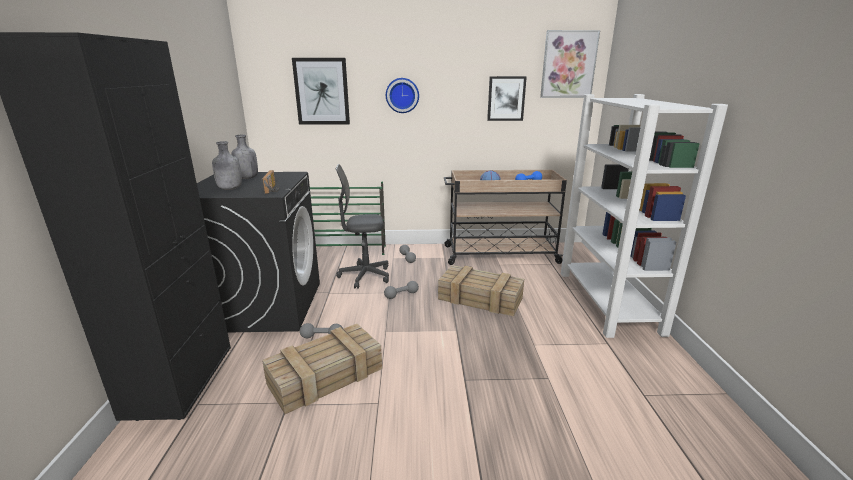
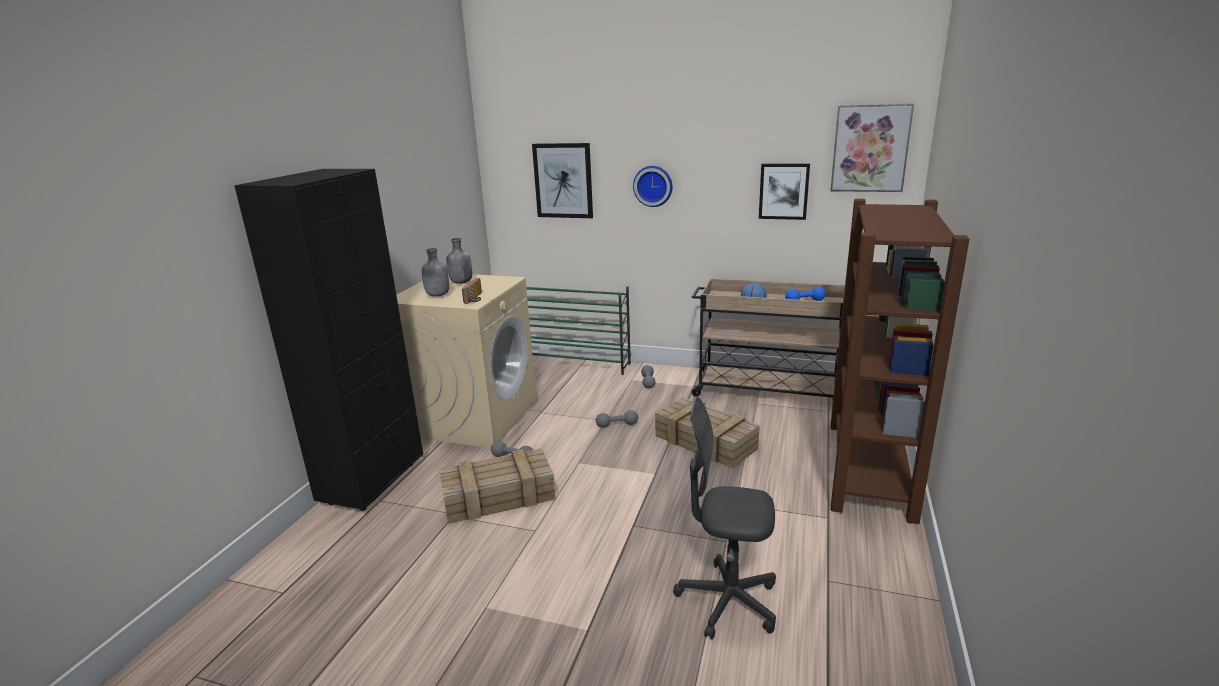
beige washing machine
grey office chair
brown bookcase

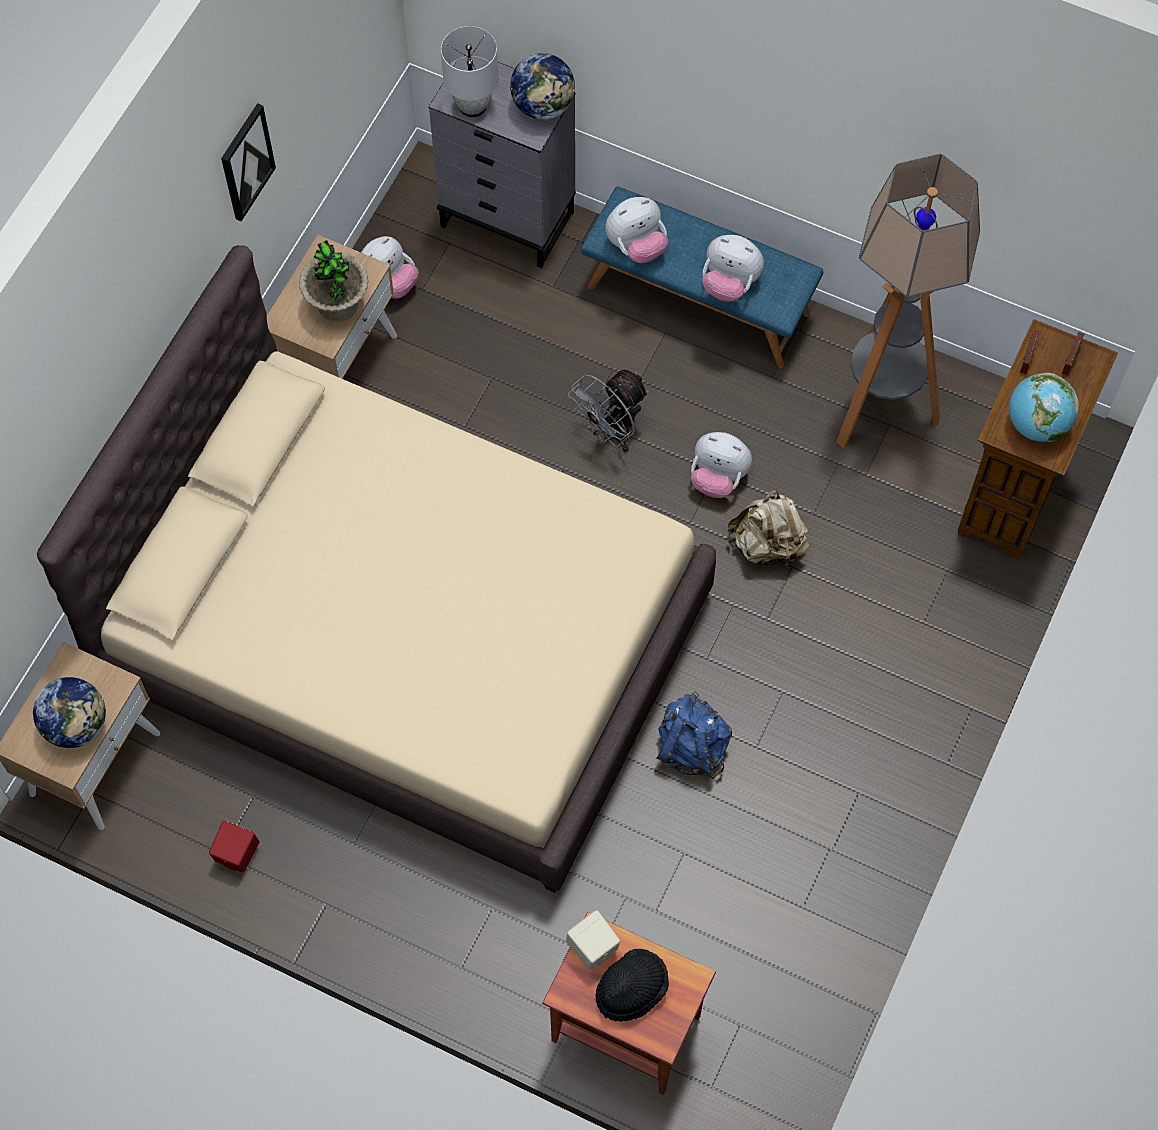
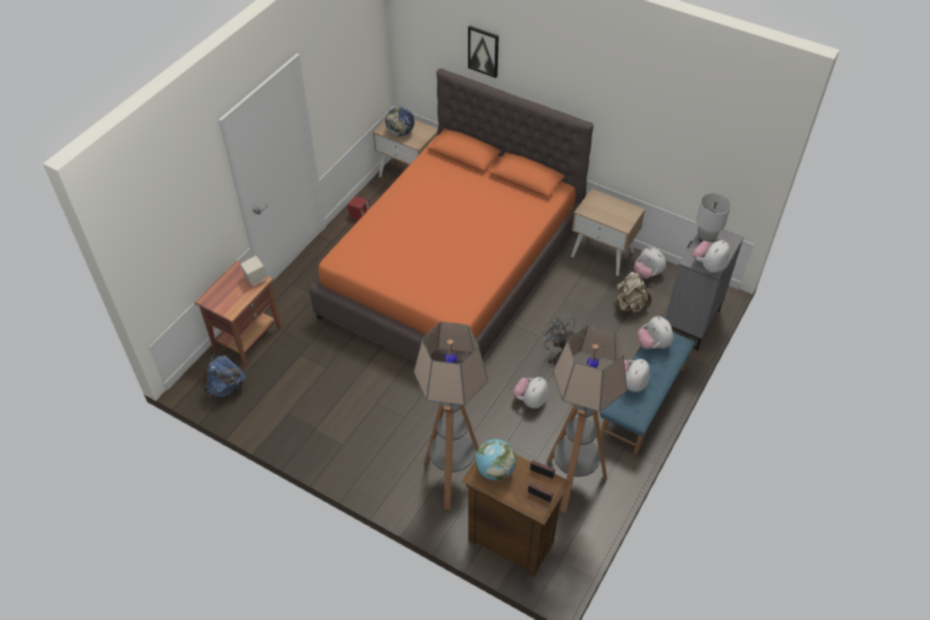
orange bed
picture
potted plant
plush toy (5th from left)
black hat
blue backpack
beige backpack
floor lamp (1st from left)

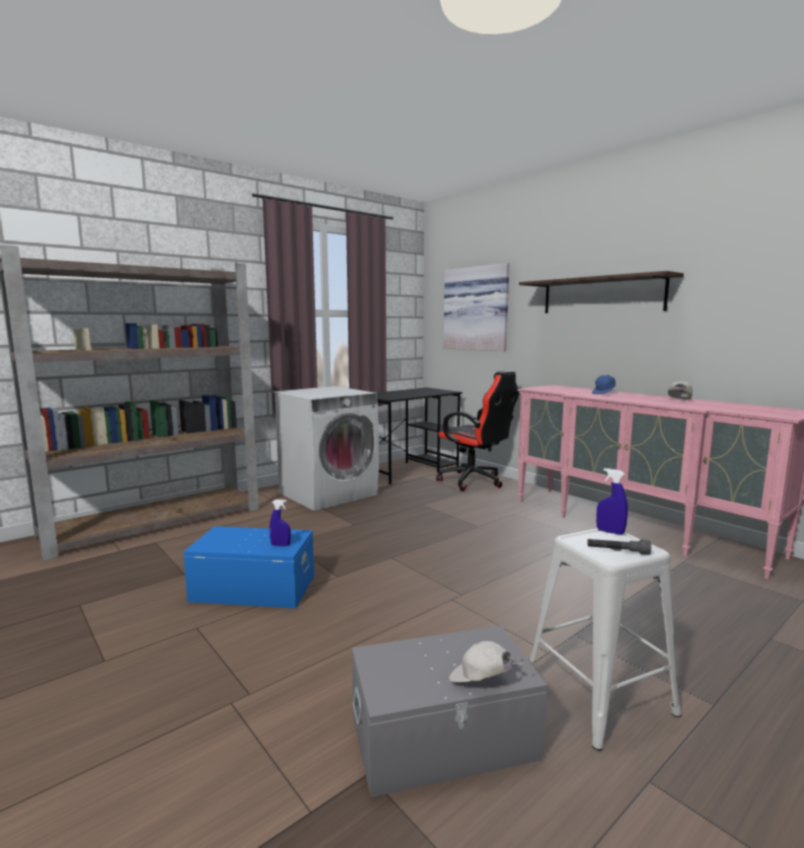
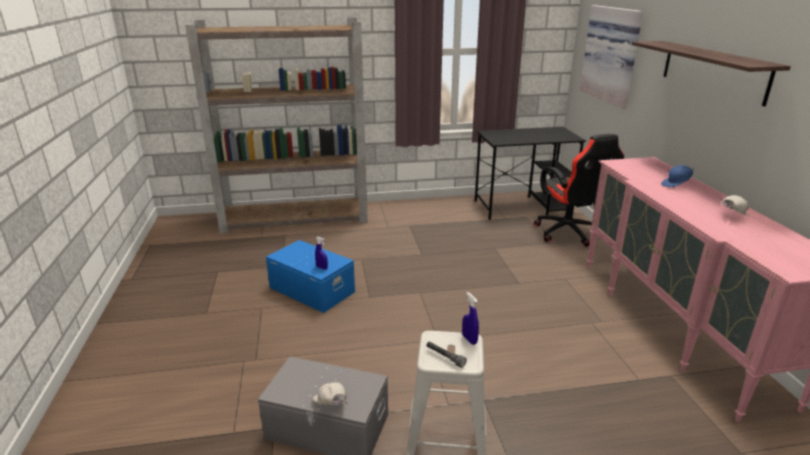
white washing machine

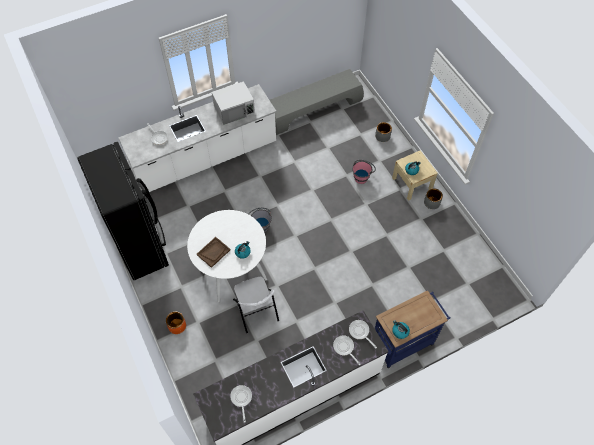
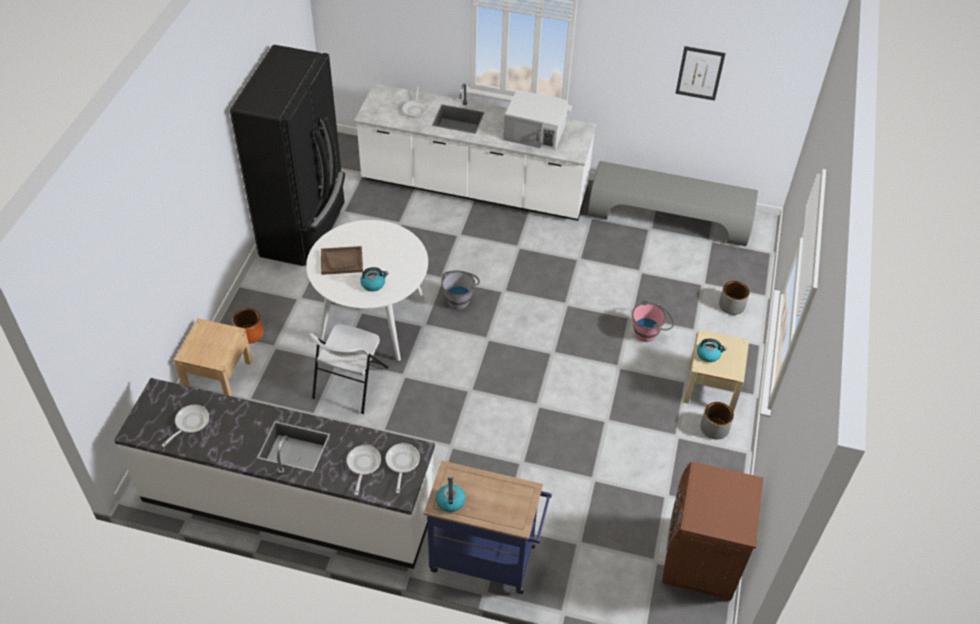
beige nightstand (1st from left)
brown washing machine
picture

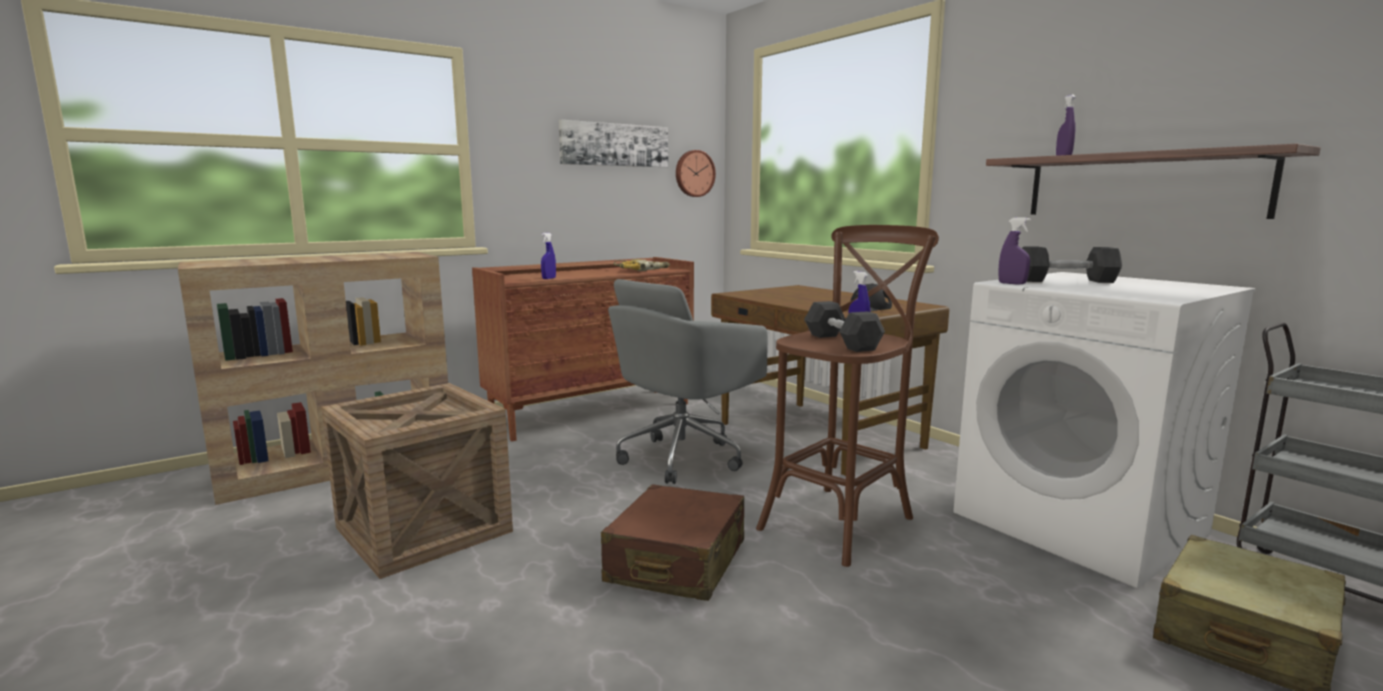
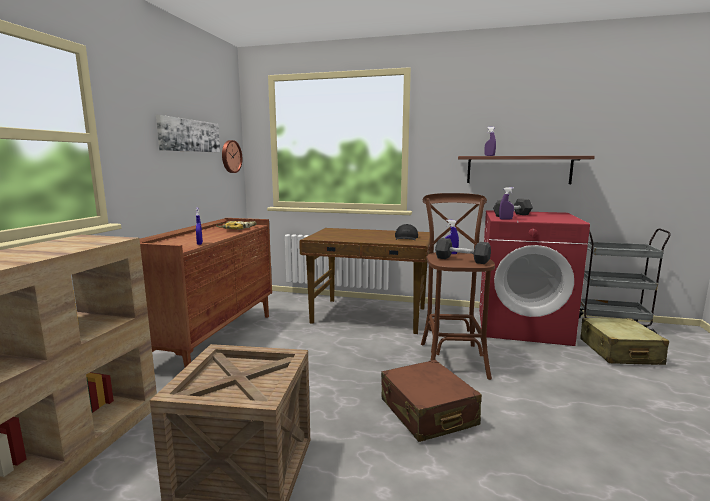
grey office chair
red washing machine

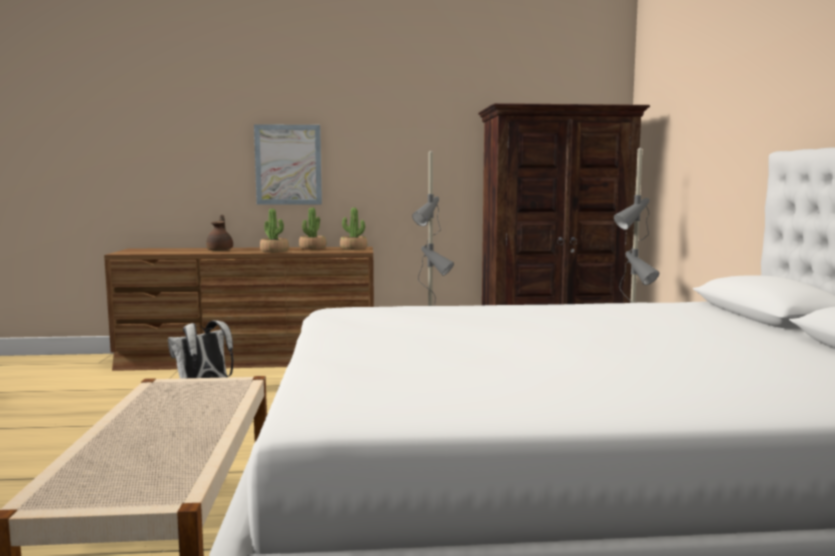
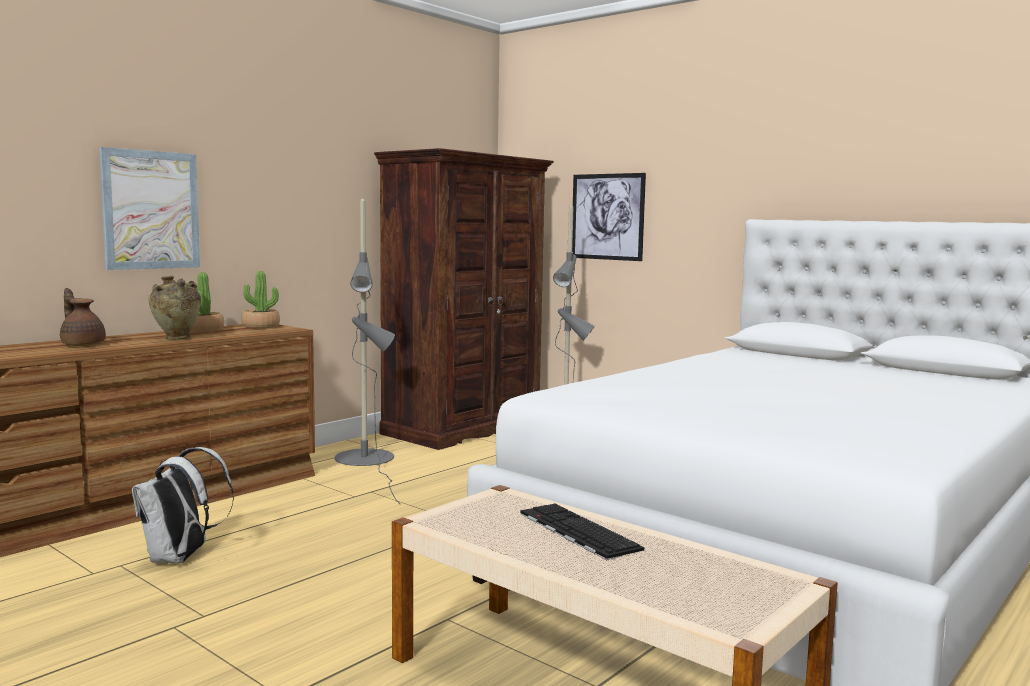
beige vase
keyboard
picture (2nd from left)

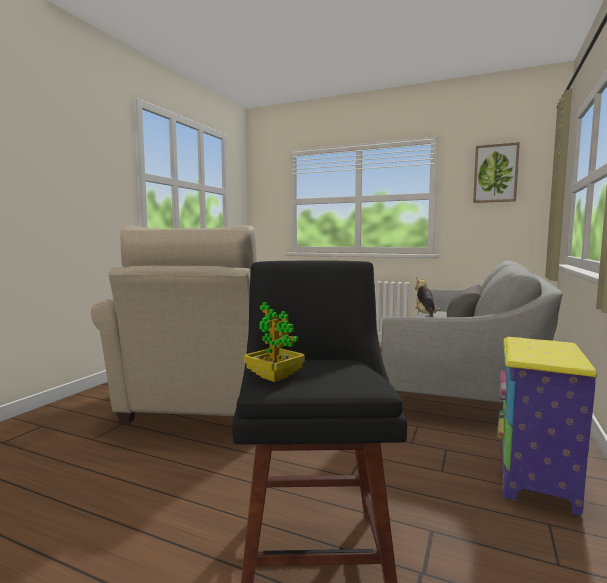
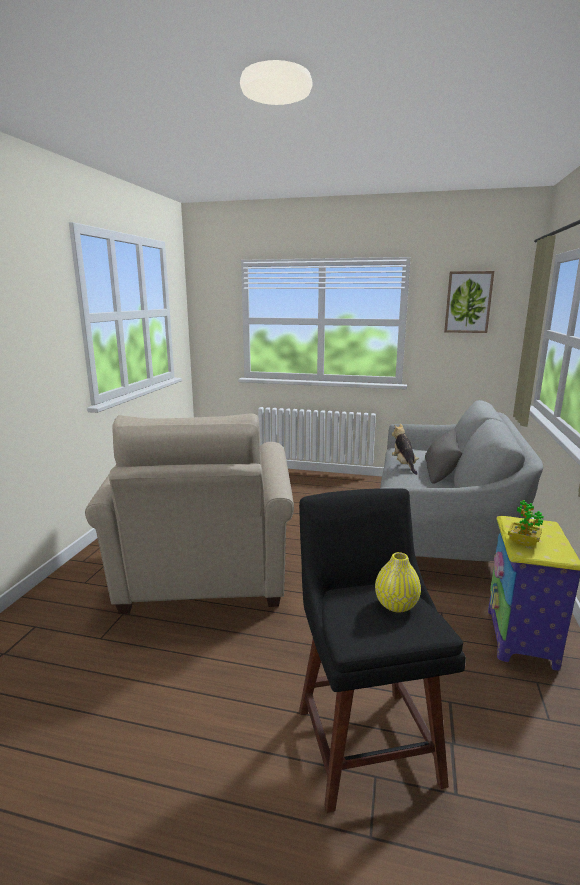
potted plant
yellow vase

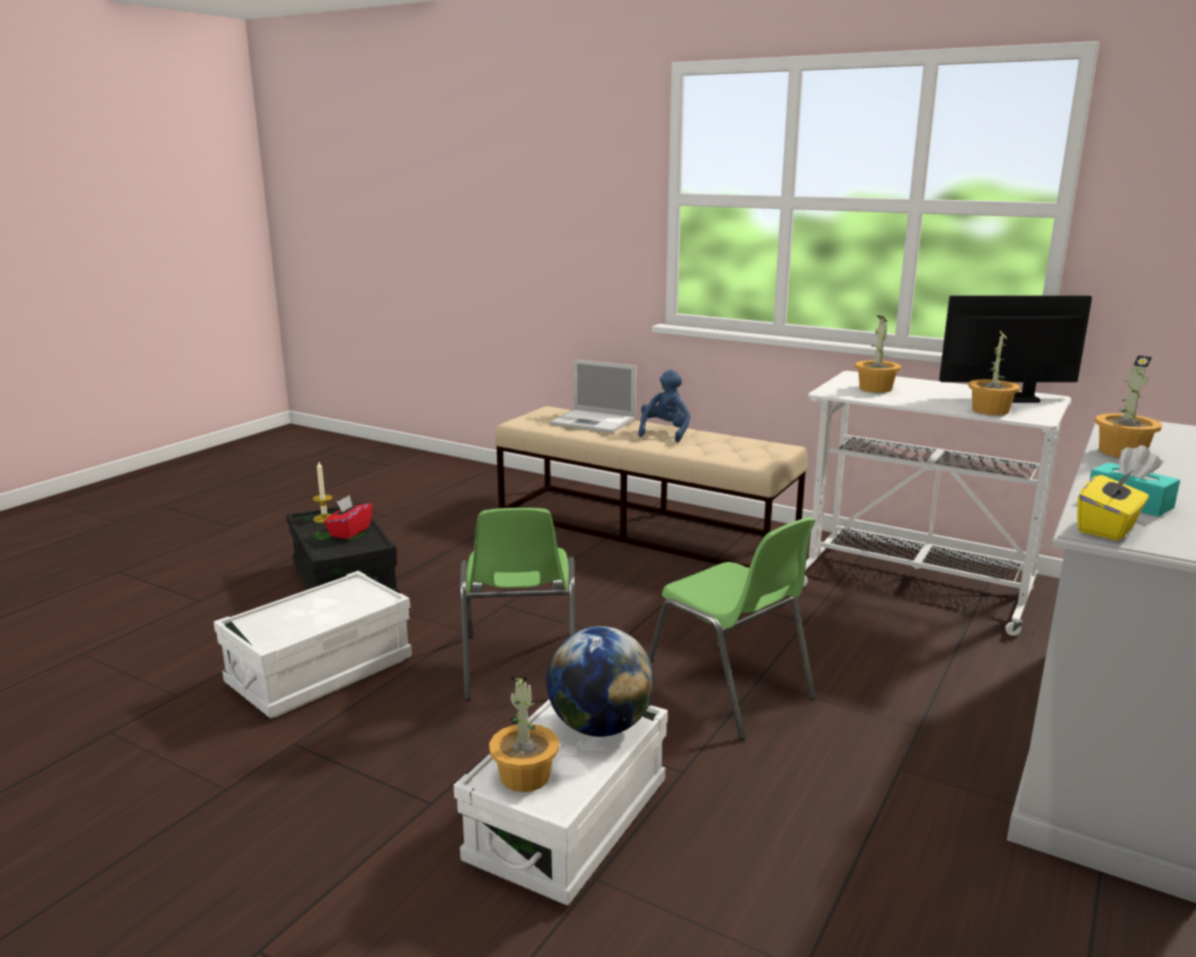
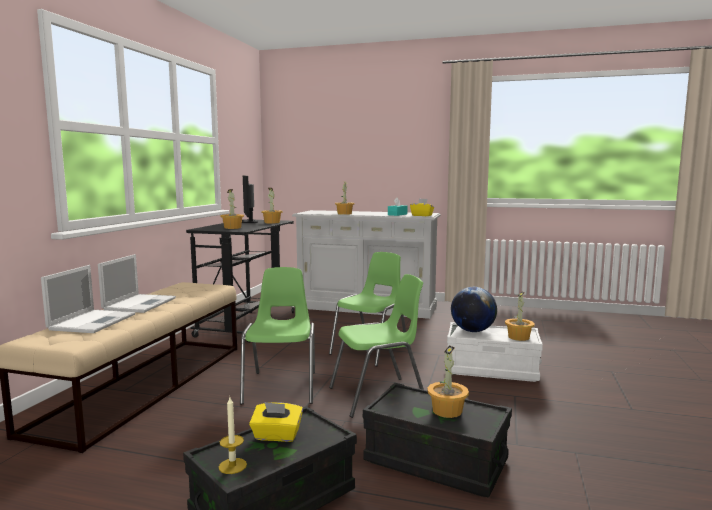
black storage box (2nd from left)
yellow tissue box (1st from left)
laptop (2nd from left)
black desk
green chair (1st from left)
potted plant (4th from left)

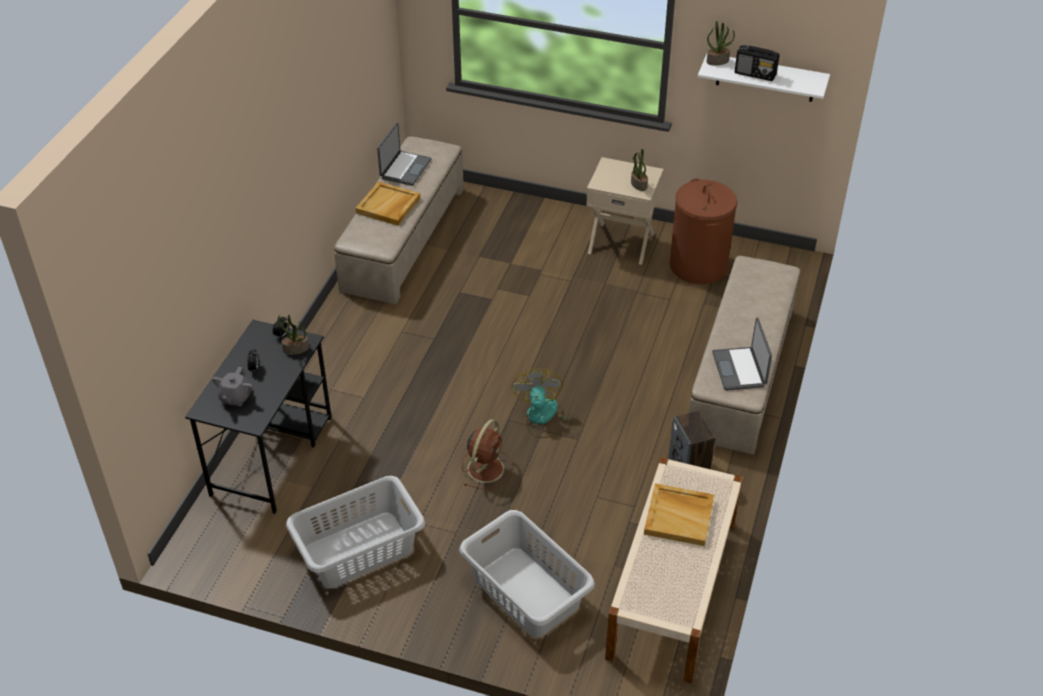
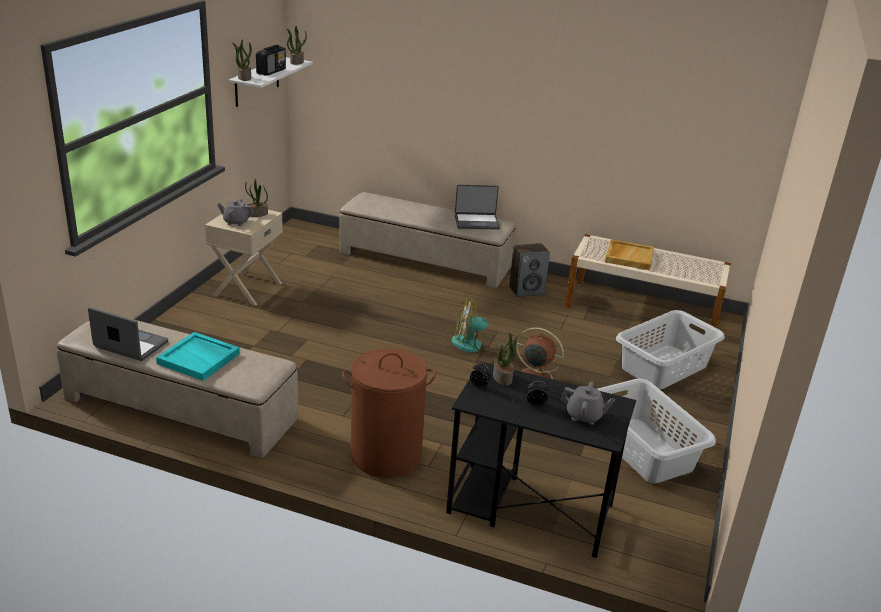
turquoise tray
brown laundry basket
grey teapot (1st from left)
potted plant (3rd from left)

